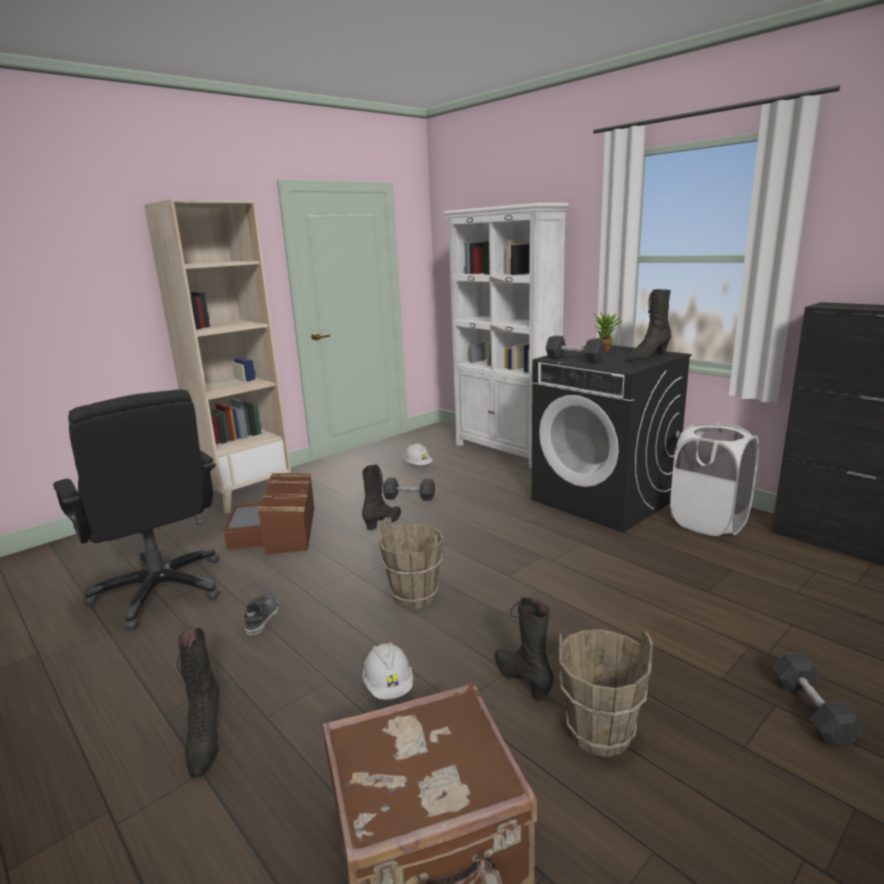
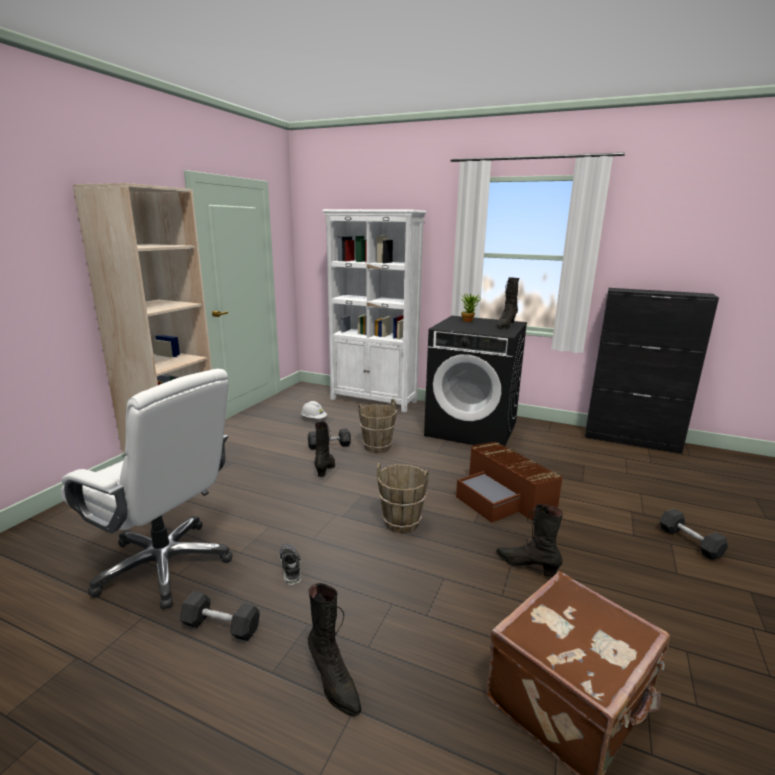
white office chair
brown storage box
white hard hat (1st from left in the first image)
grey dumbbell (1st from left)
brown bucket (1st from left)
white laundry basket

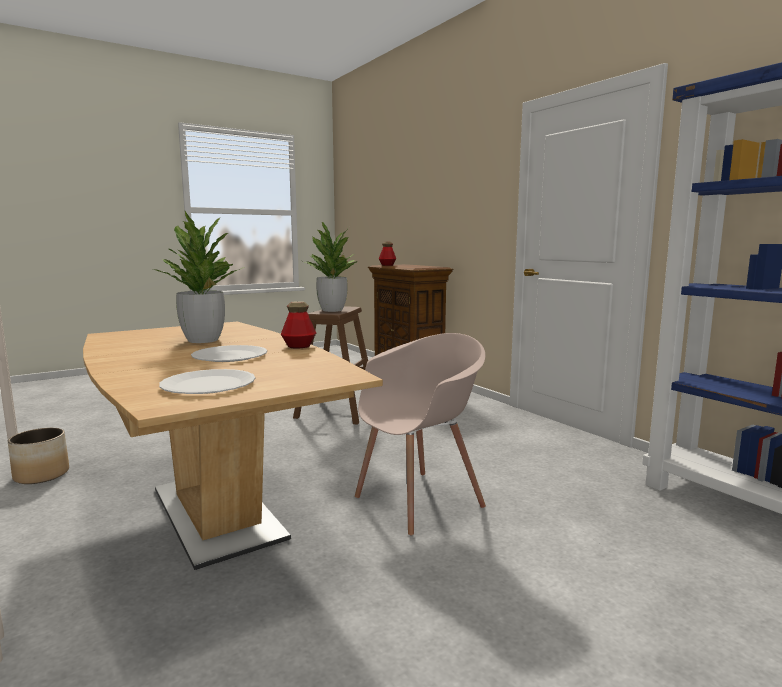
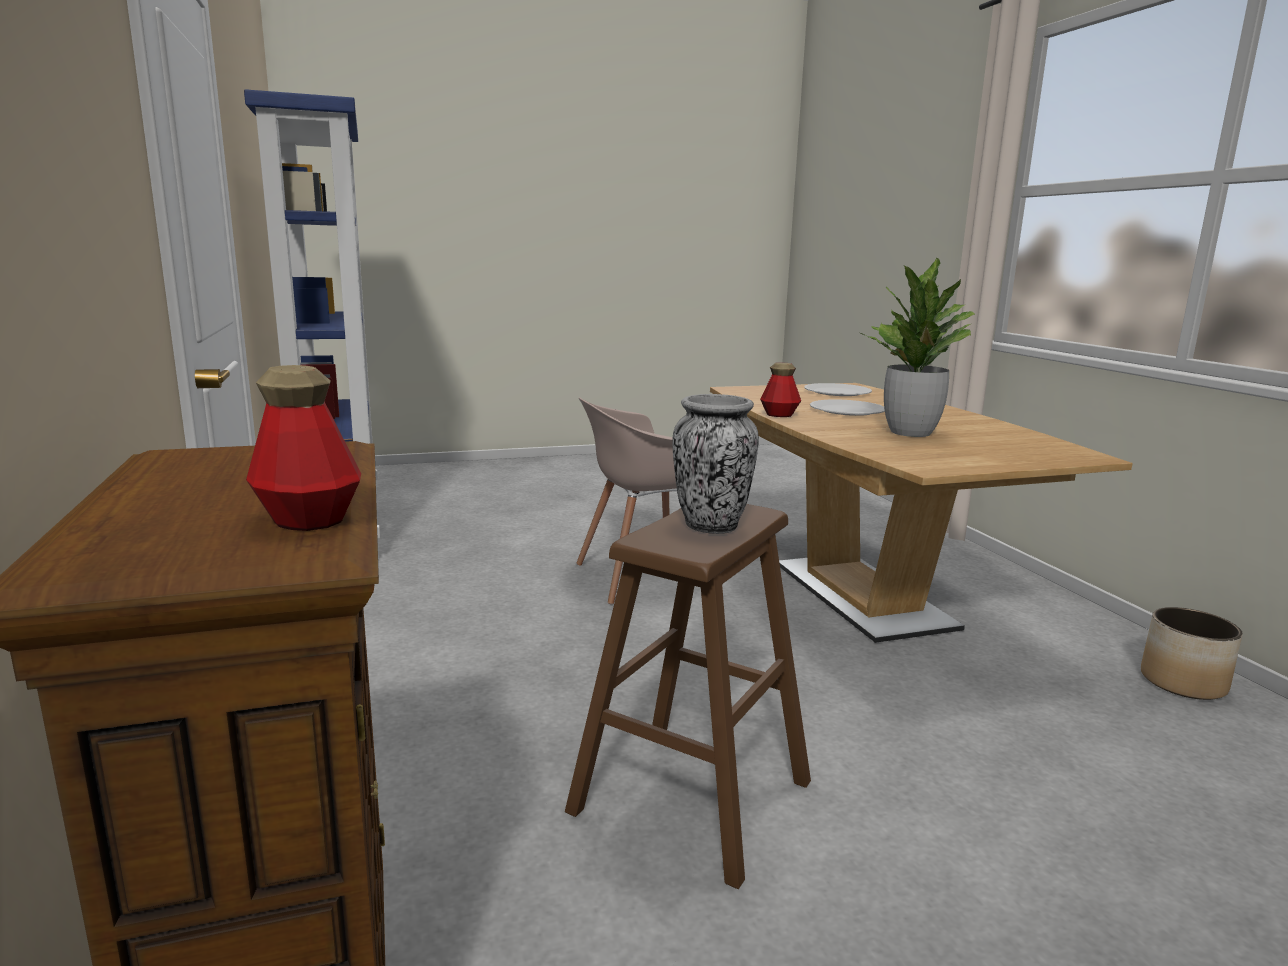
vase

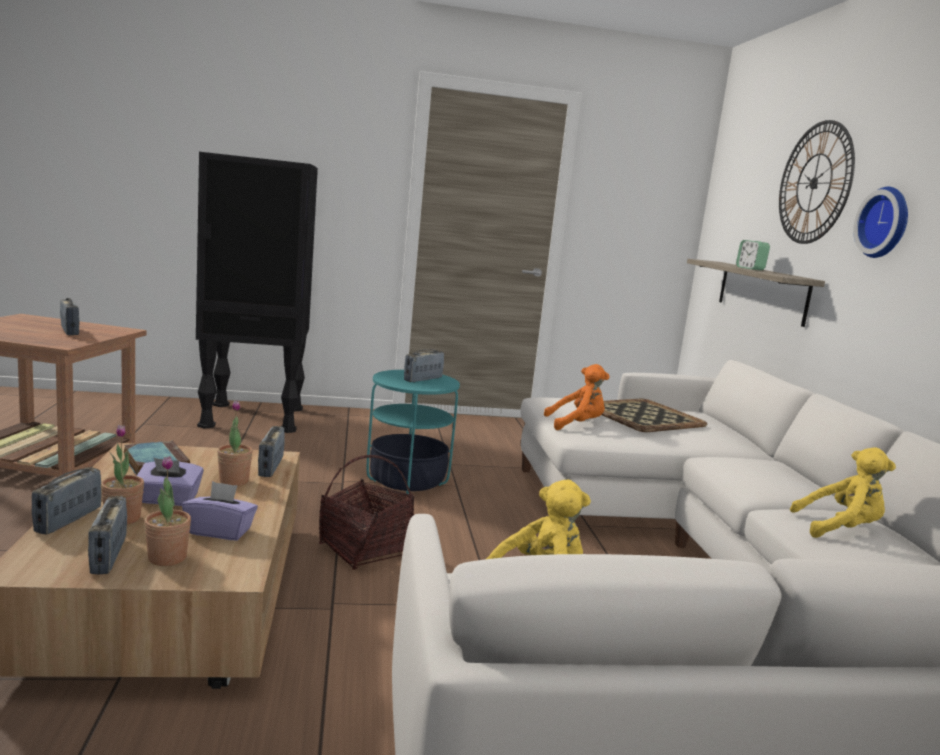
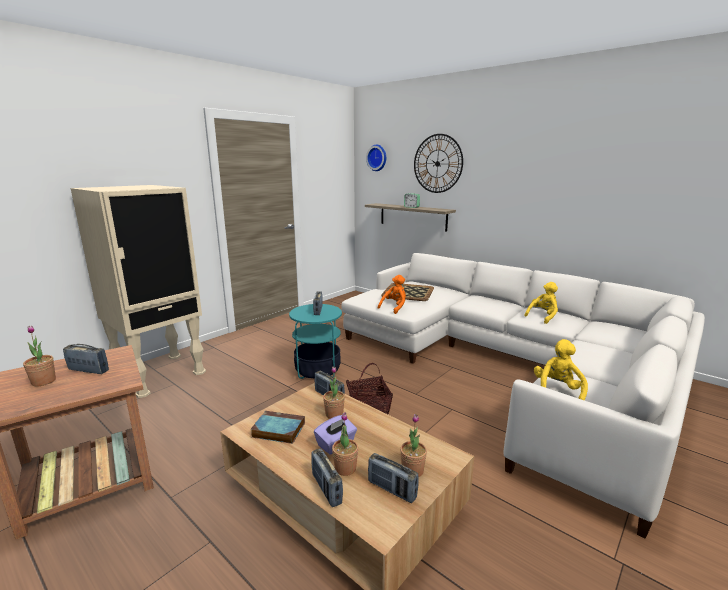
purple tissue box (2nd from left in the first image)
beige cabinet
wall clock (1st from left)
potted plant (1st from left)

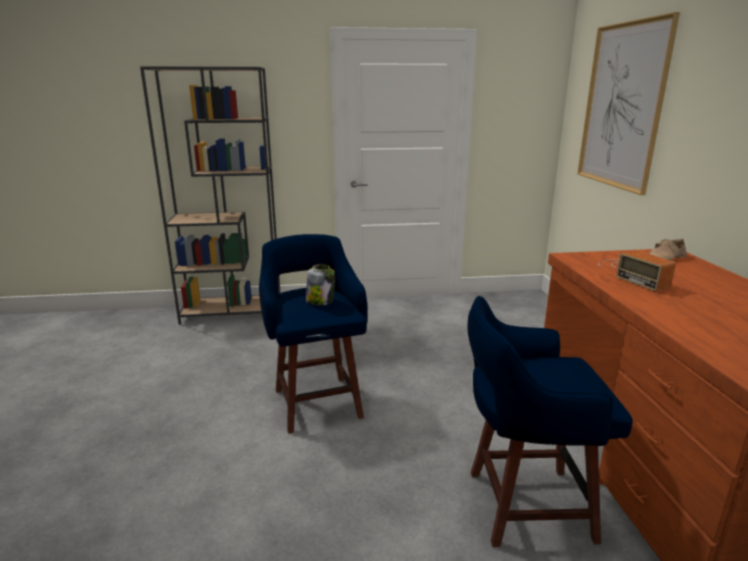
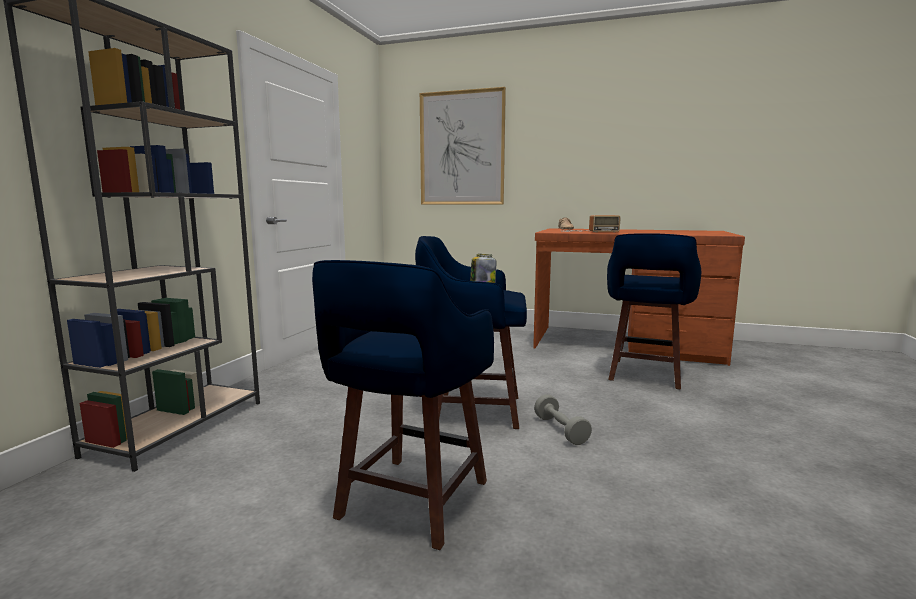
blue stool (1st from left)
grey dumbbell

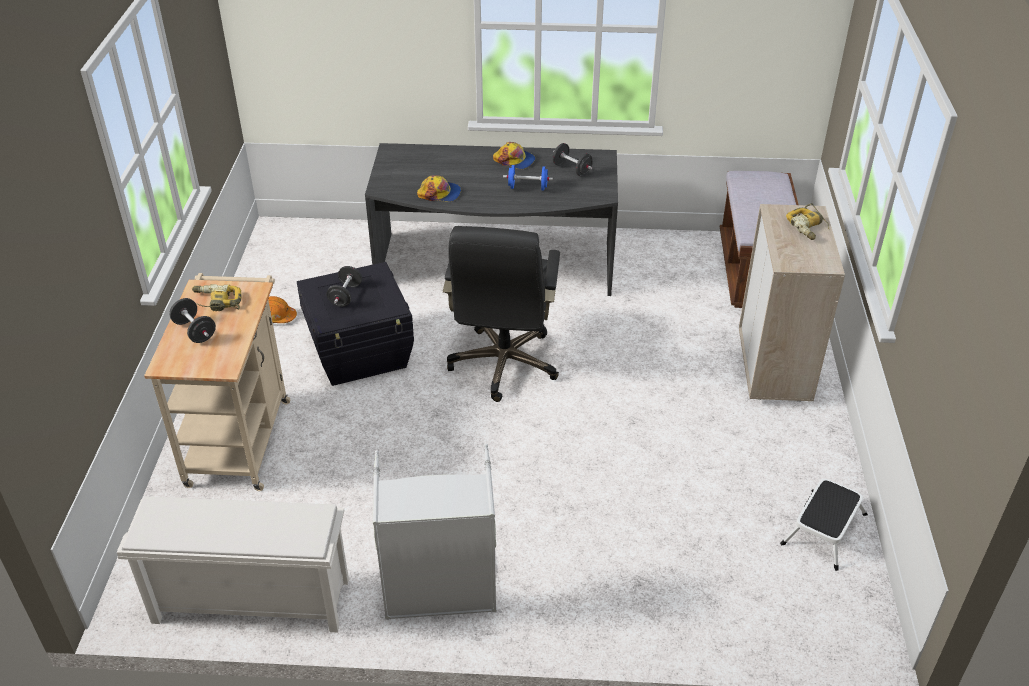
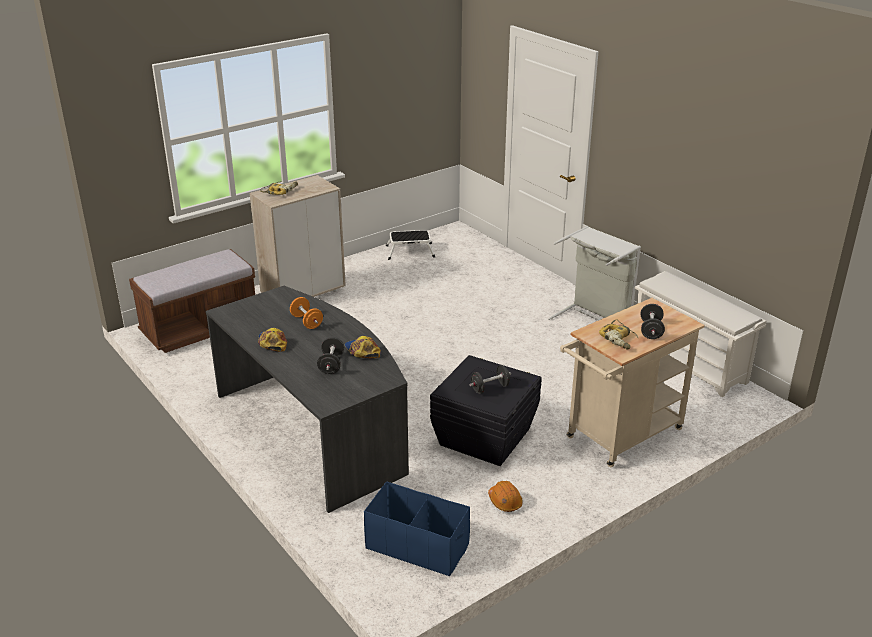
black office chair
orange dumbbell
black dumbbell (1st from left)
blue storage box

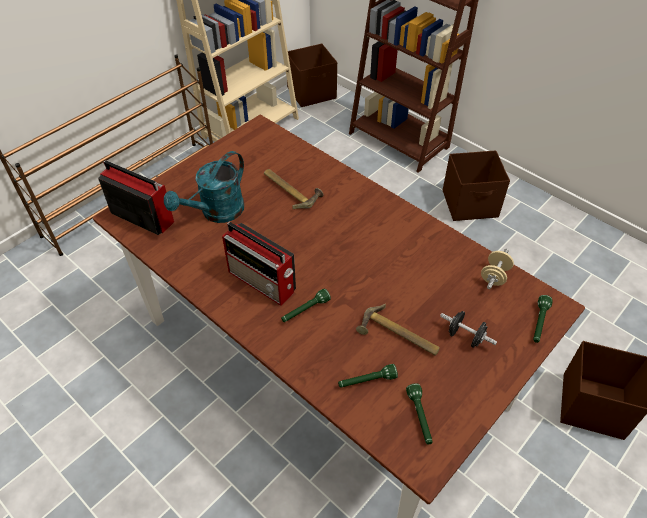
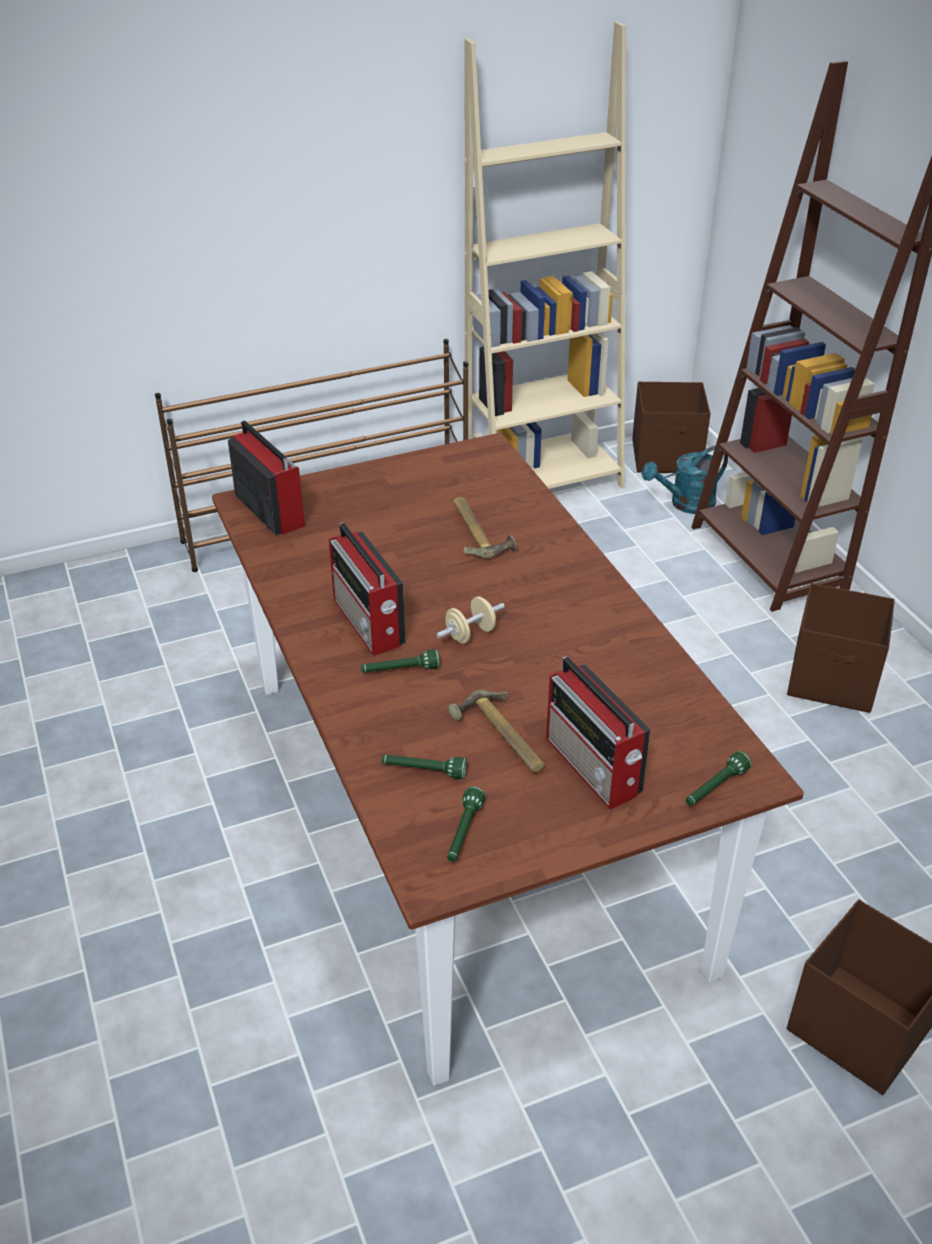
turquoise watering can
radio (3rd from left)
beige dumbbell

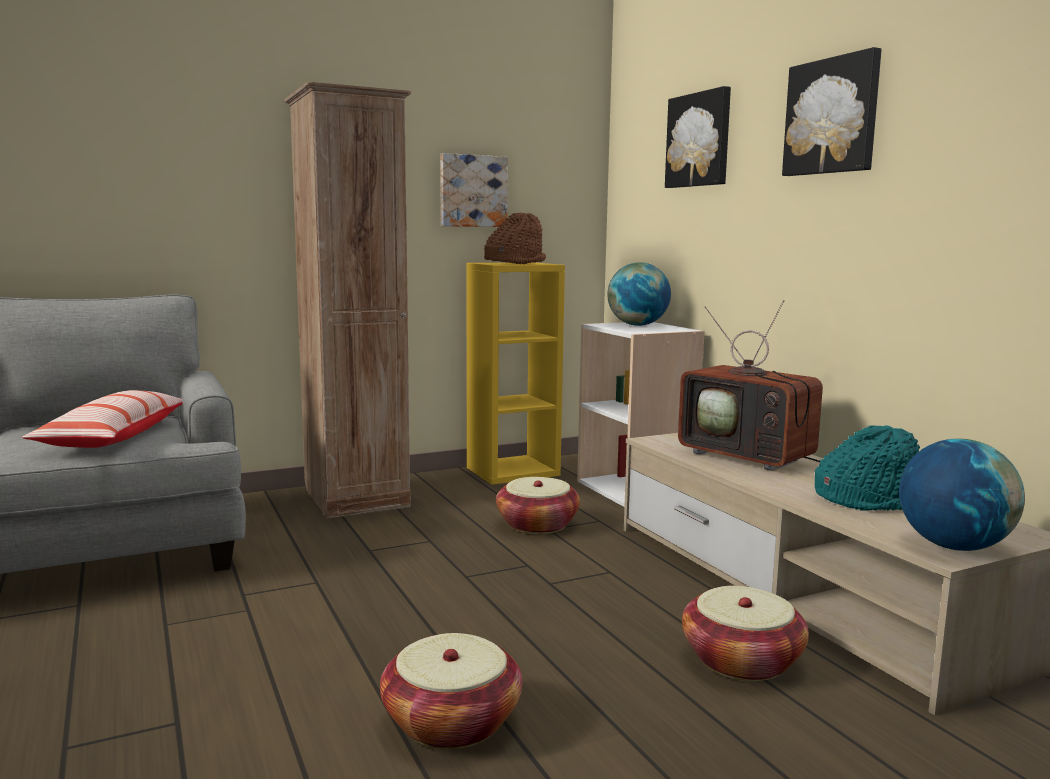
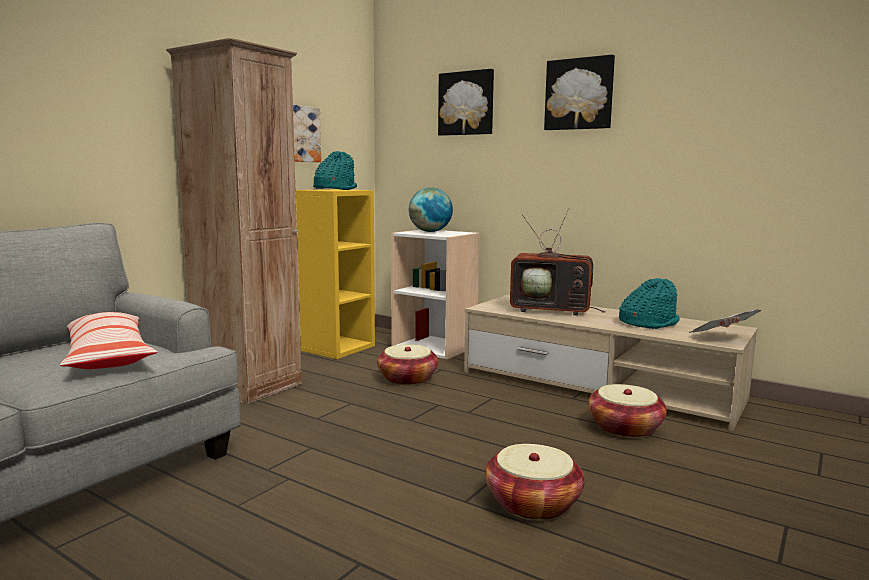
turquoise hat (1st from left)
newspaper

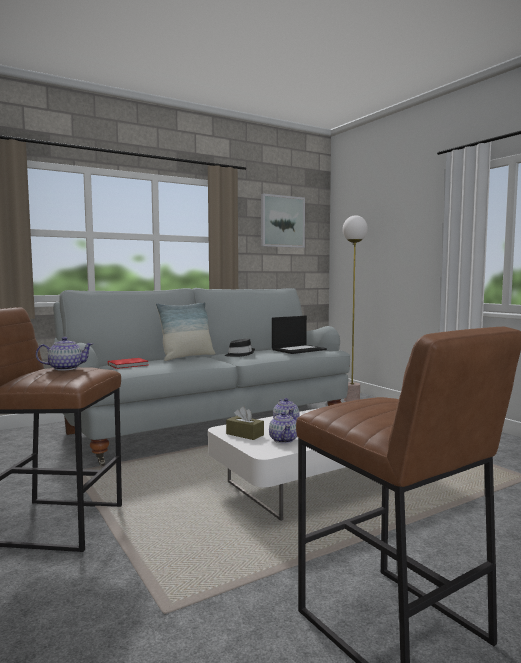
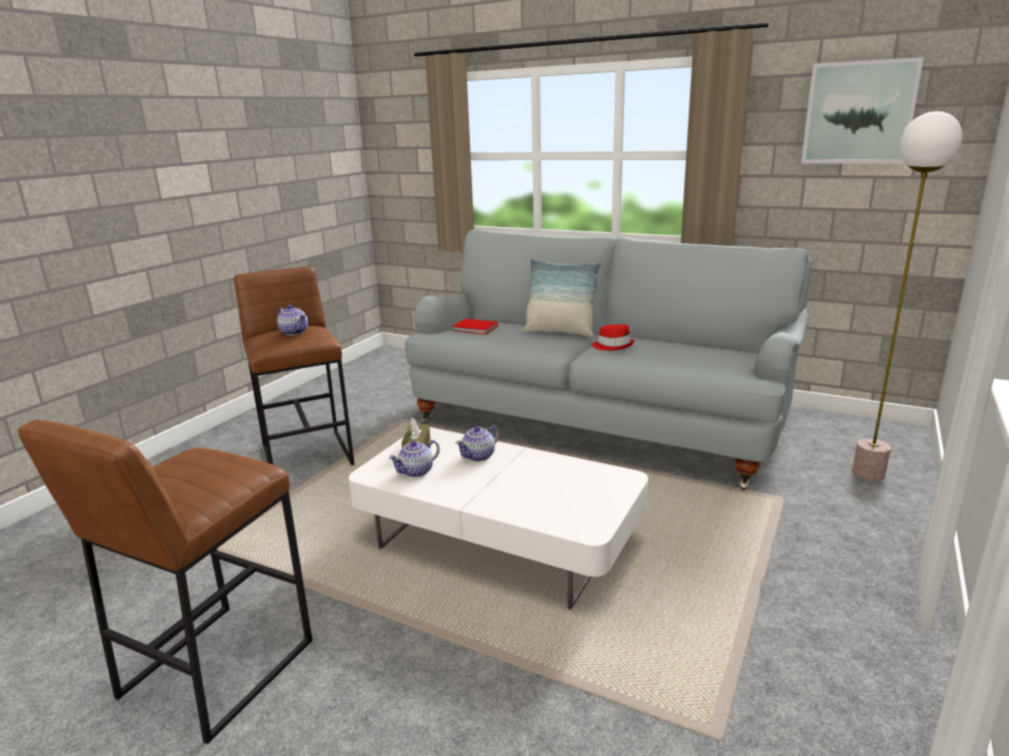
red hat
laptop

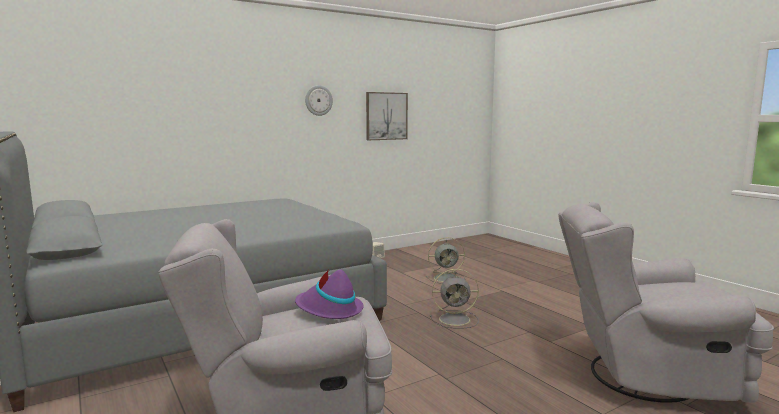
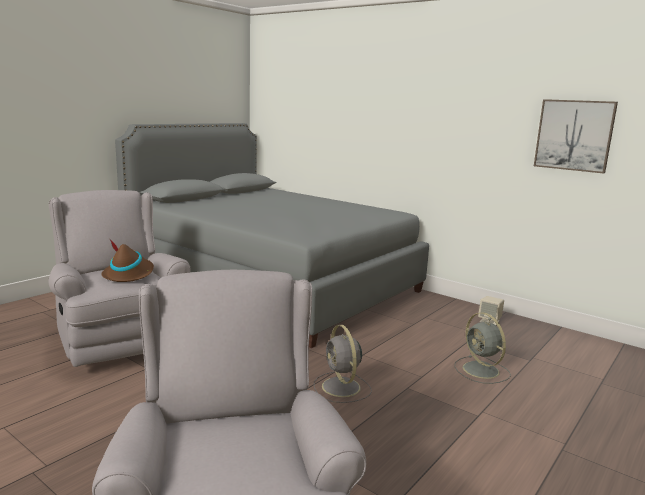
brown hat
wall clock

